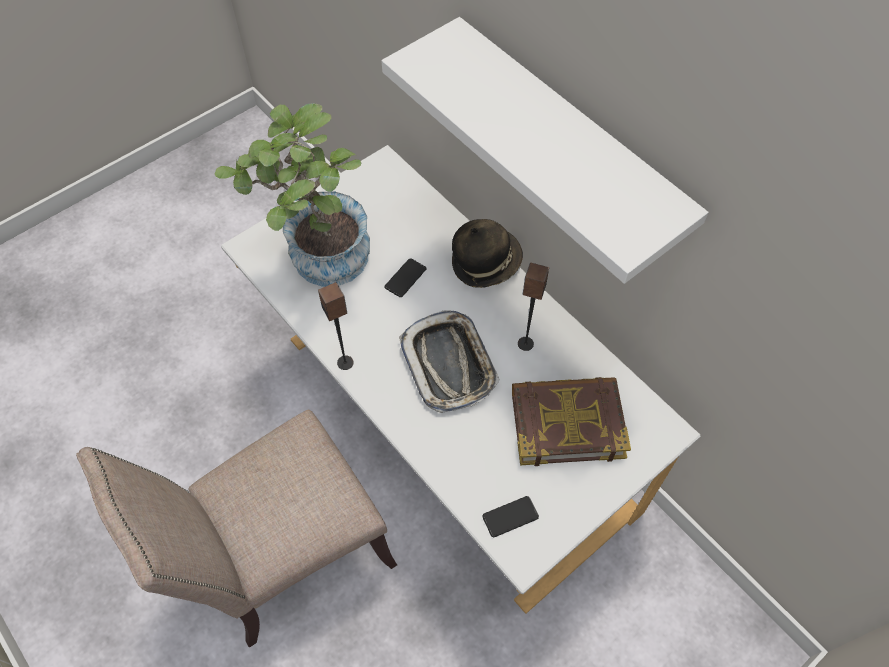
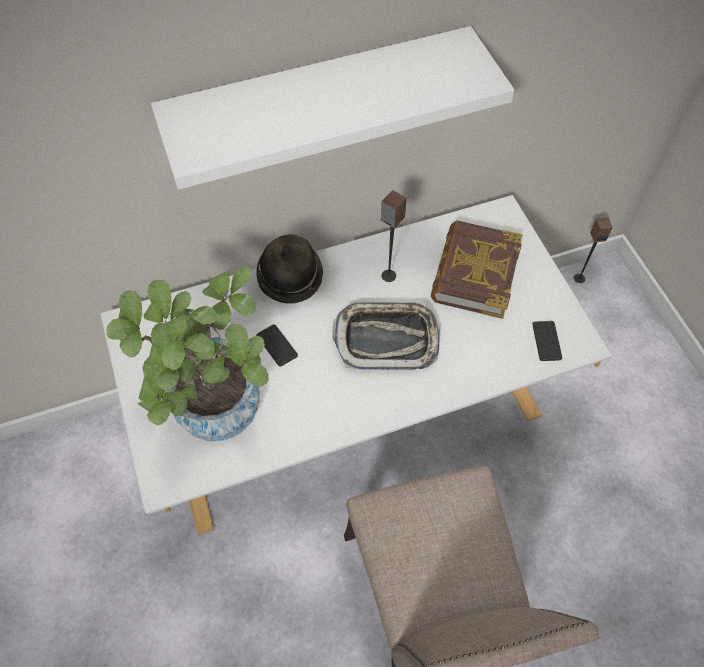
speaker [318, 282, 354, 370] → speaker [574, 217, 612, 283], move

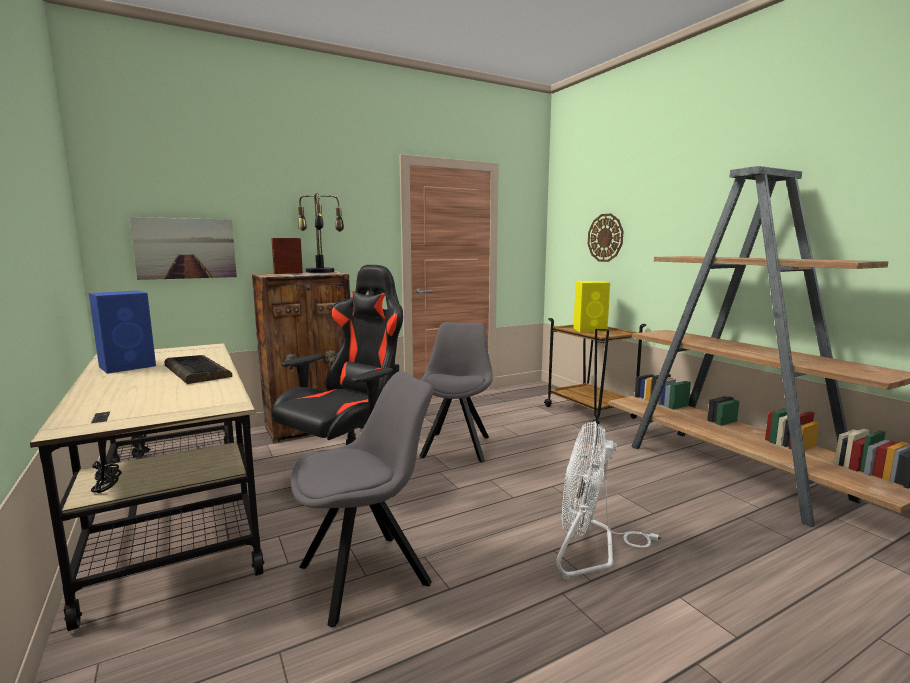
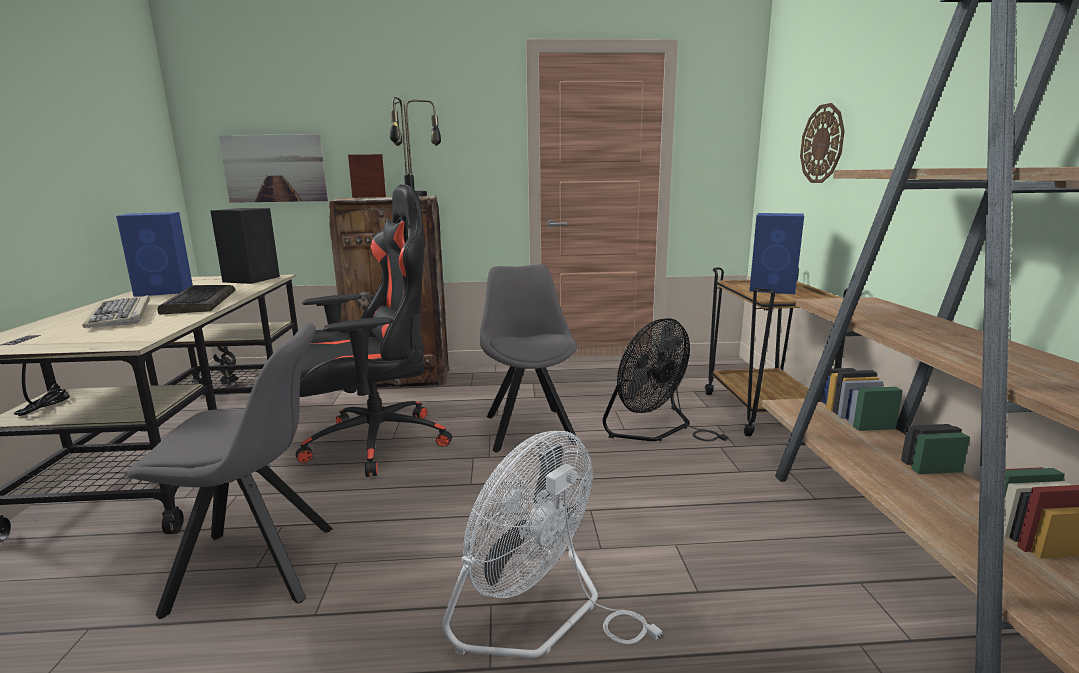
grey upright chair [419, 322, 493, 462] → grey upright chair [480, 264, 578, 452], 45 degrees counterclockwise
yellowish speaker [573, 281, 610, 332] → bluish speaker [749, 213, 804, 294]
- → keyboard [82, 295, 150, 328]
- → blackish speaker [210, 208, 280, 284]
- → blackish fan [603, 318, 729, 441]

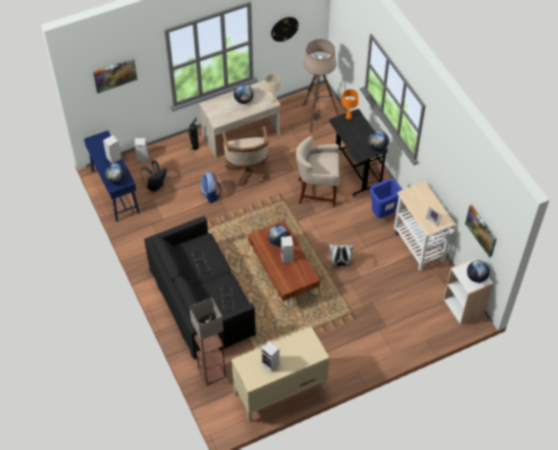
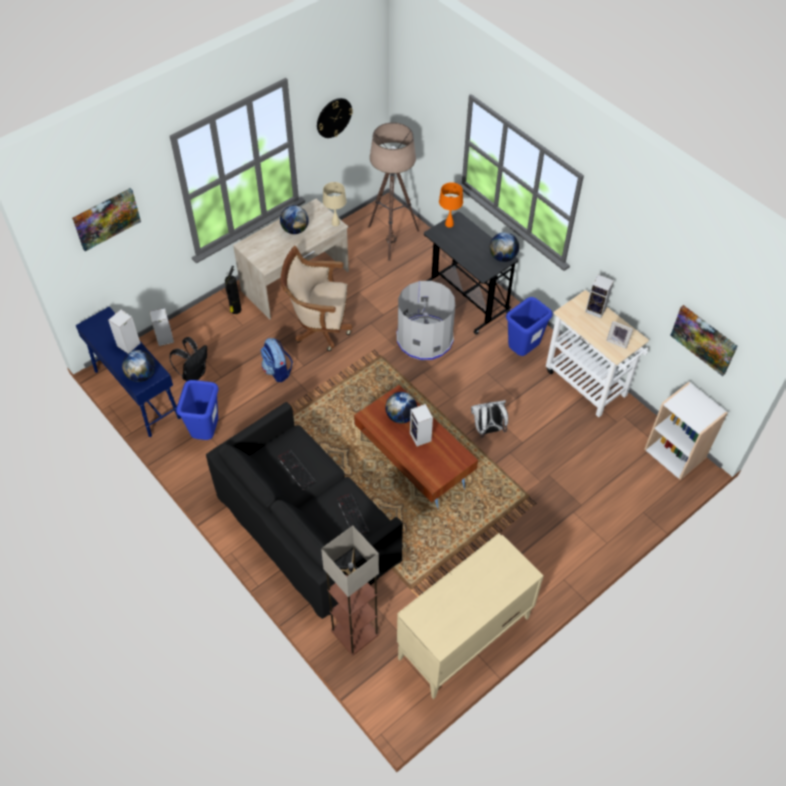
computer chair [222, 126, 269, 185] → computer chair [281, 246, 352, 351], 120 degrees clockwise
speaker [261, 341, 279, 372] → speaker [585, 275, 614, 318], move
beige sitting stool [296, 136, 339, 207] → grey rubbish bin [397, 281, 455, 360]
desk globe [467, 260, 490, 283] → -
- → bluish rubbish bin [176, 380, 219, 440]

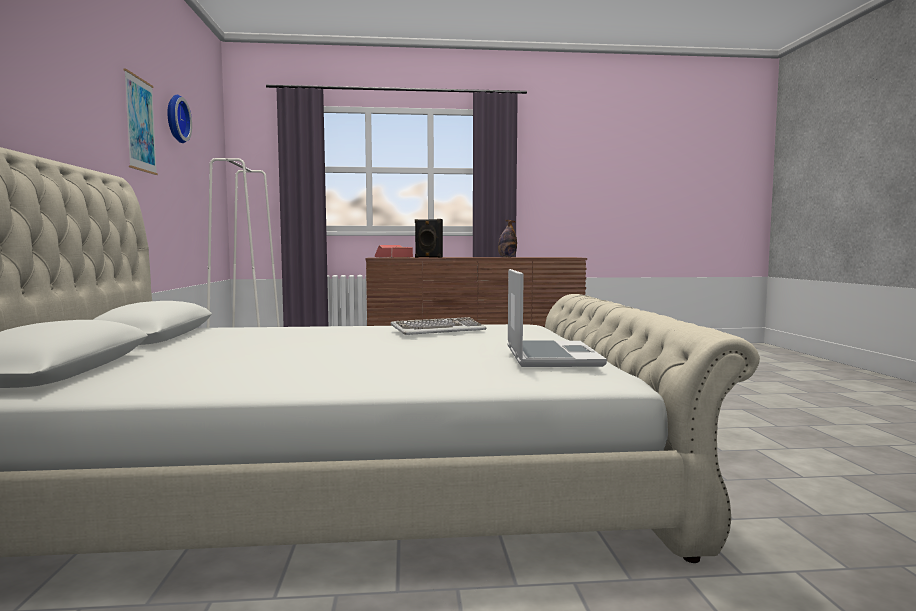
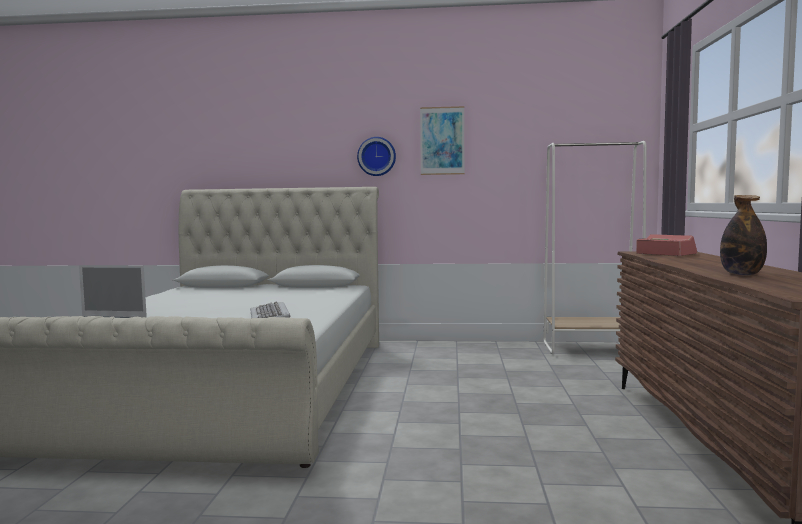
hanging clock [167, 95, 192, 143] → hanging clock [357, 137, 396, 176], move
blackish speaker [415, 219, 443, 258] → -

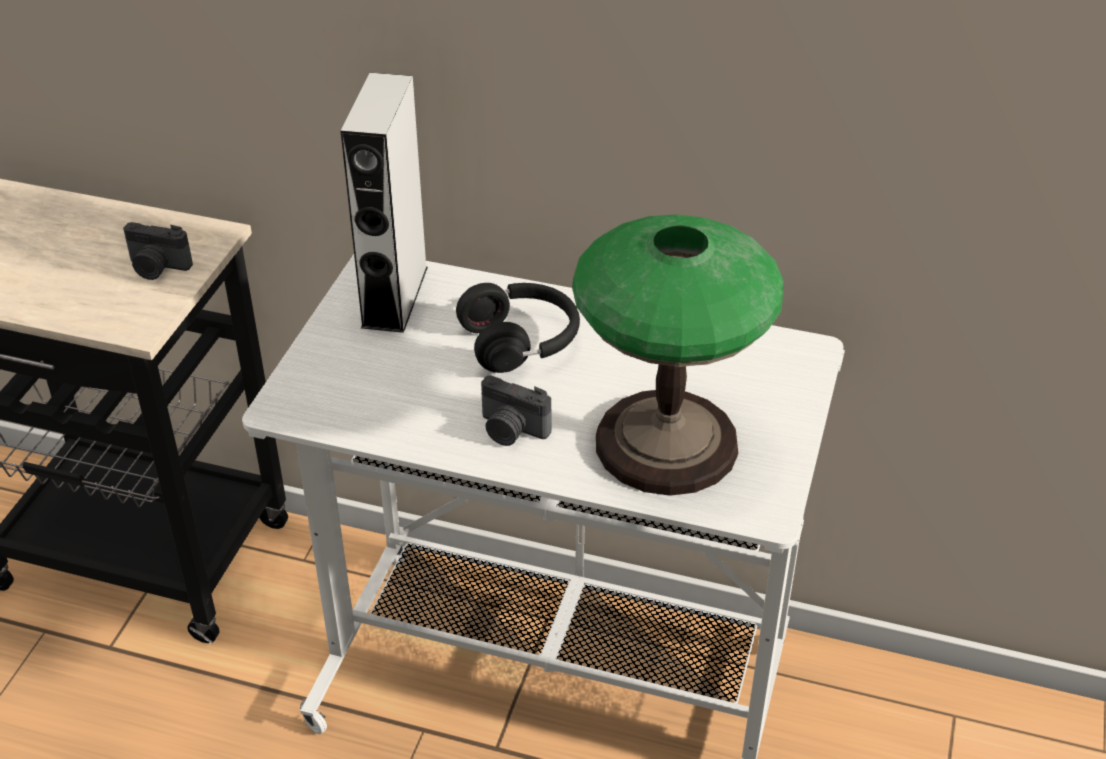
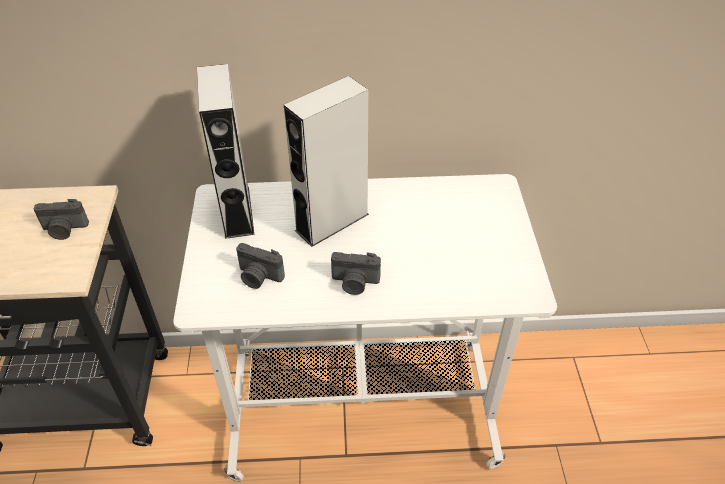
blackish pair of headphones [456, 283, 580, 373] → grey speaker [284, 76, 369, 247]
lamp for a table [572, 214, 784, 496] → -
- → still camera [236, 243, 285, 289]

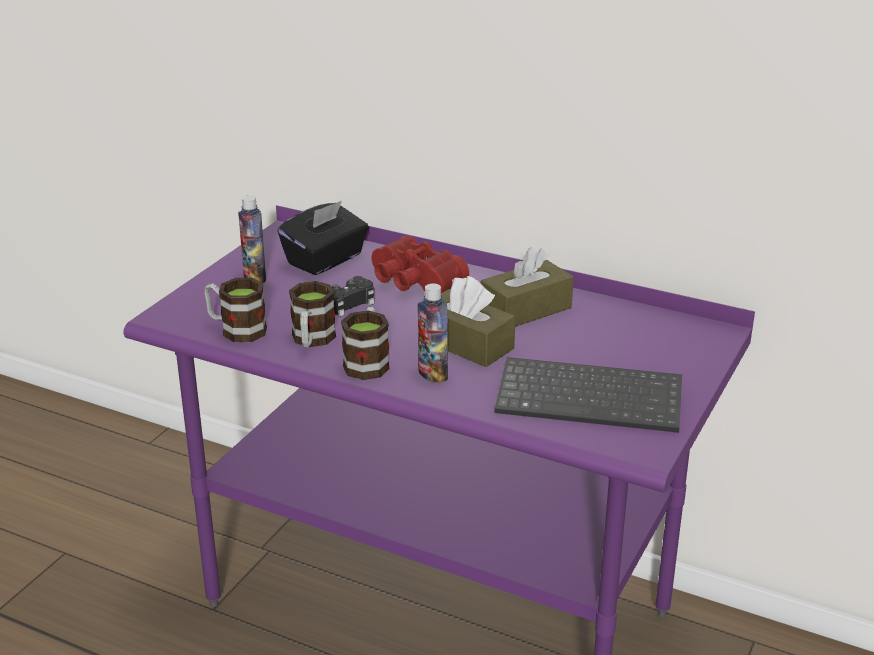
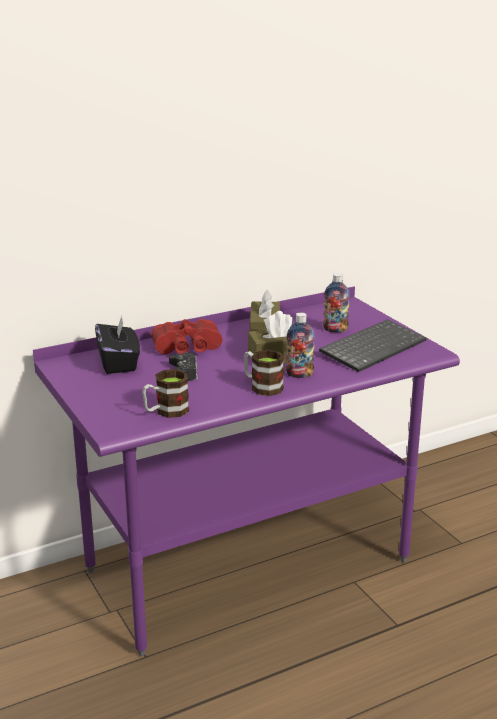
bottle [238, 195, 266, 283] → bottle [323, 273, 350, 332], move
coffee mug [289, 281, 336, 347] → -

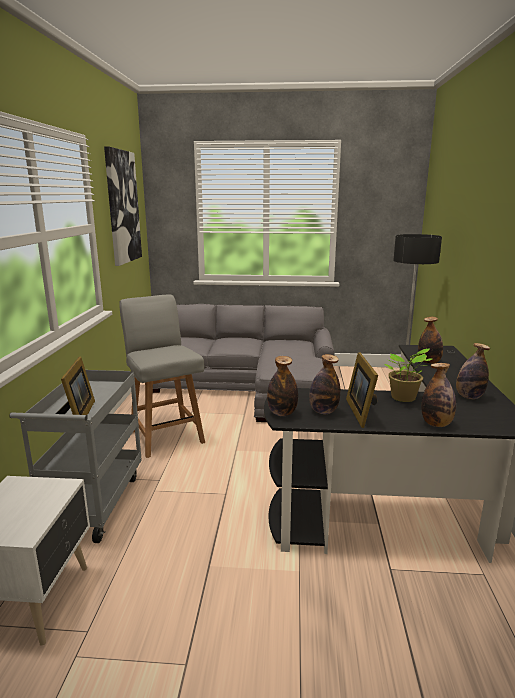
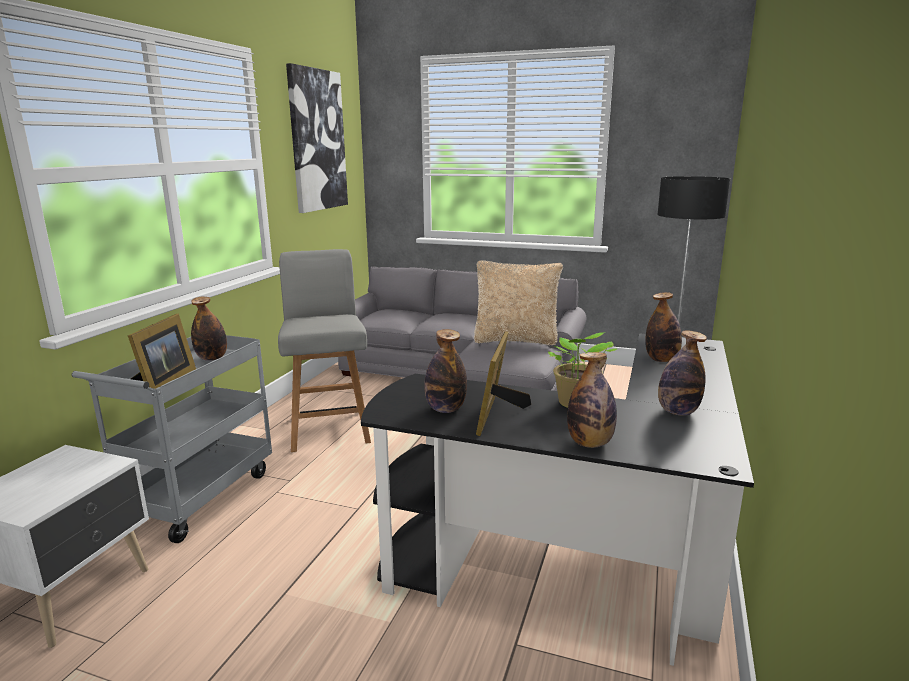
bottle [267, 356, 298, 416] → bottle [191, 297, 227, 361], move
- → beige cushion [474, 260, 563, 346]

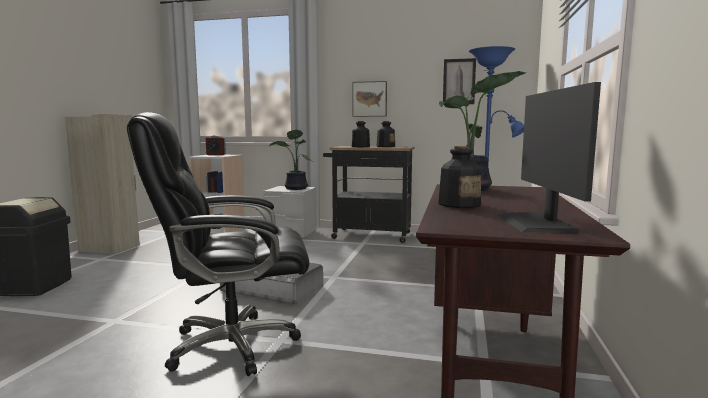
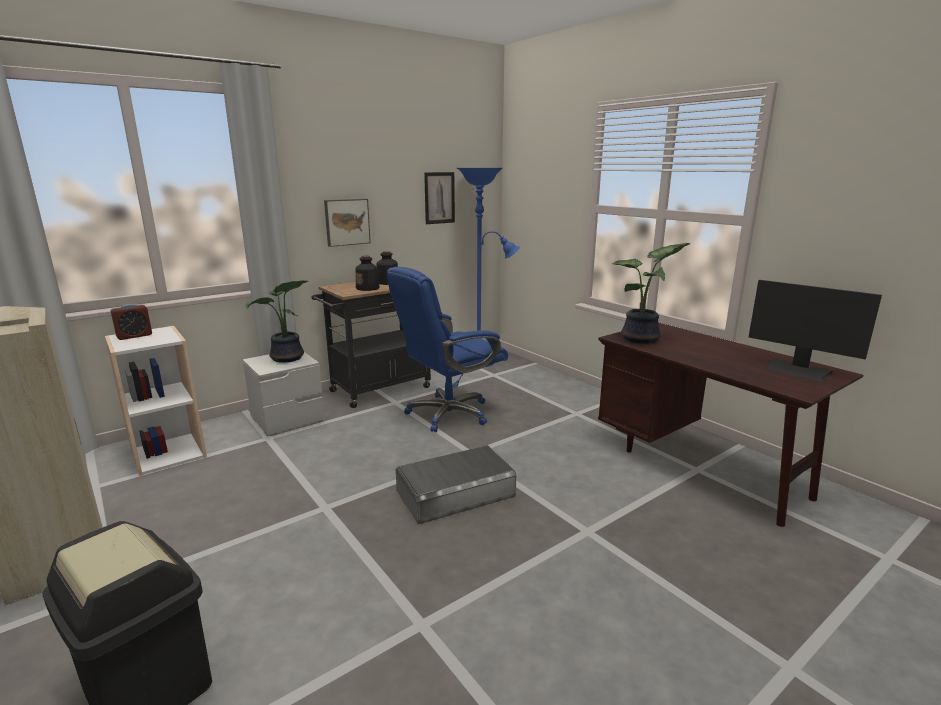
blackish computer chair [127, 112, 309, 376] → -
bottle [438, 146, 481, 208] → -
- → bluish computer chair [387, 267, 508, 432]

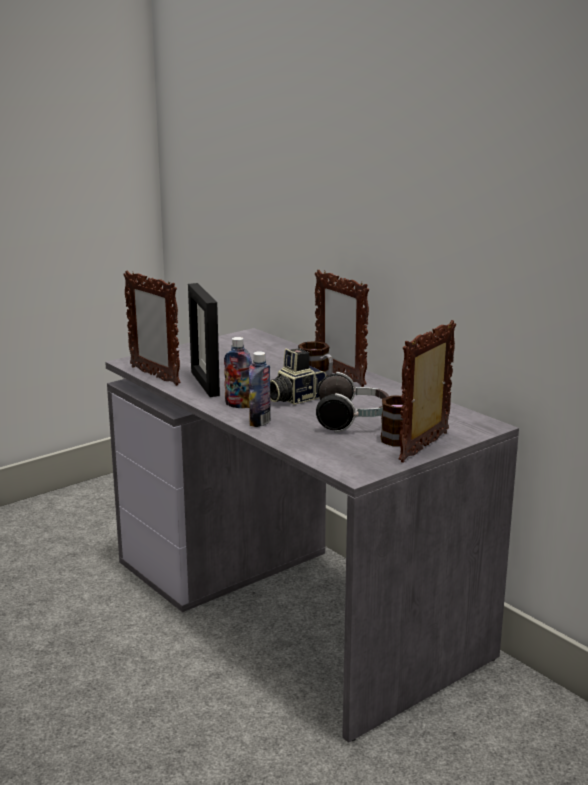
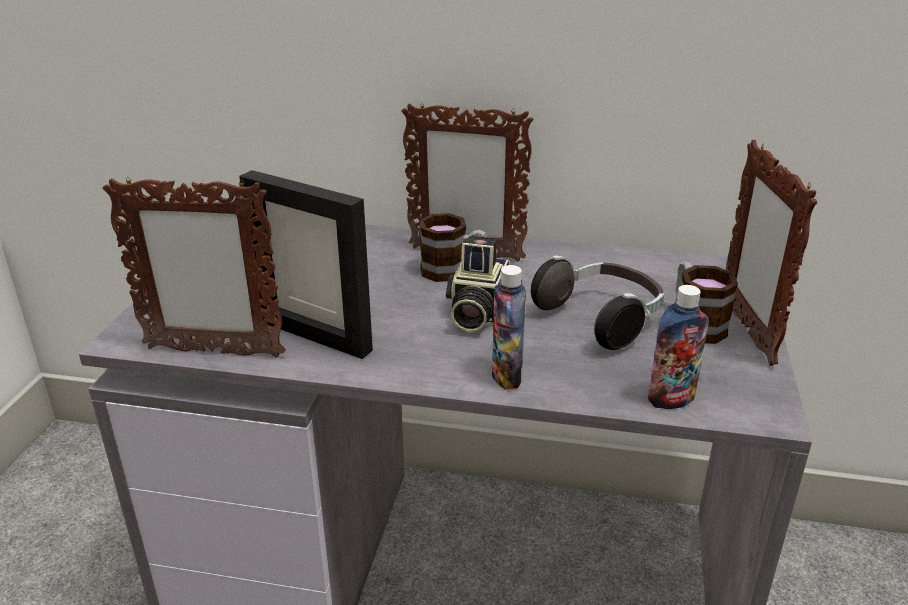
bottle [224, 337, 252, 408] → bottle [648, 285, 709, 409], move

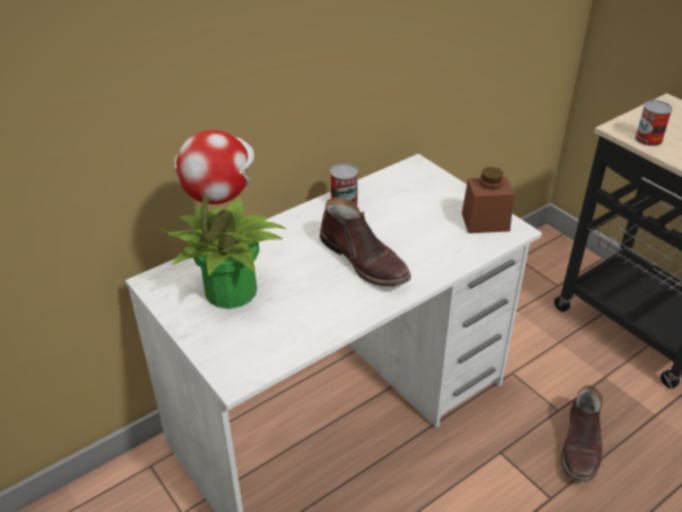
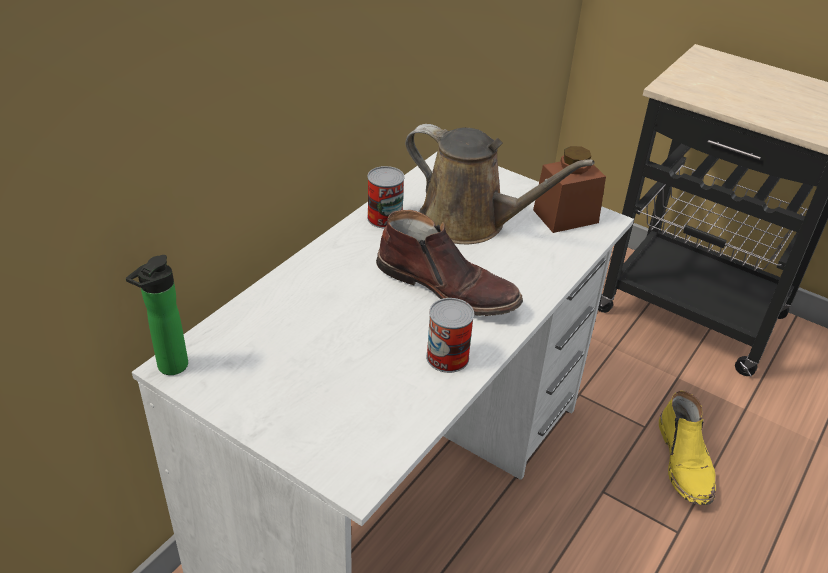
houseplant [162, 130, 286, 309] → -
brown-coloured high-top boot [561, 385, 603, 482] → yellowish high-top boot [659, 391, 716, 505]
can [635, 100, 673, 146] → can [426, 298, 474, 373], move
- → bottle [126, 255, 188, 375]
- → brown-coloured sprinkling can [405, 124, 595, 245]

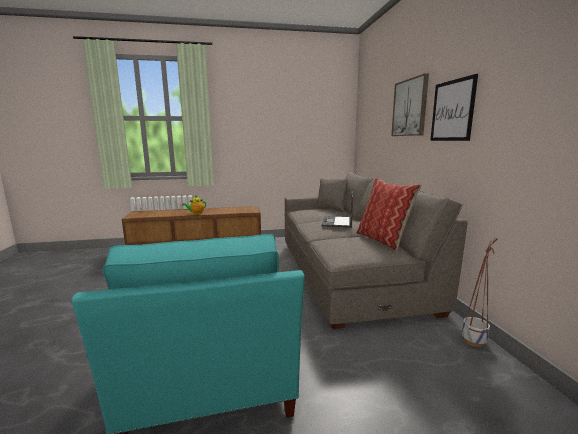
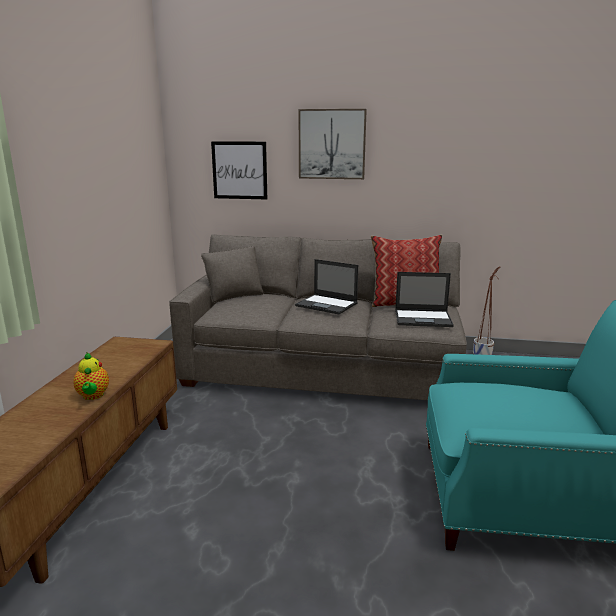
picture [430, 74, 478, 141] → picture [211, 141, 267, 199], move
- → portable computer [395, 272, 454, 327]

